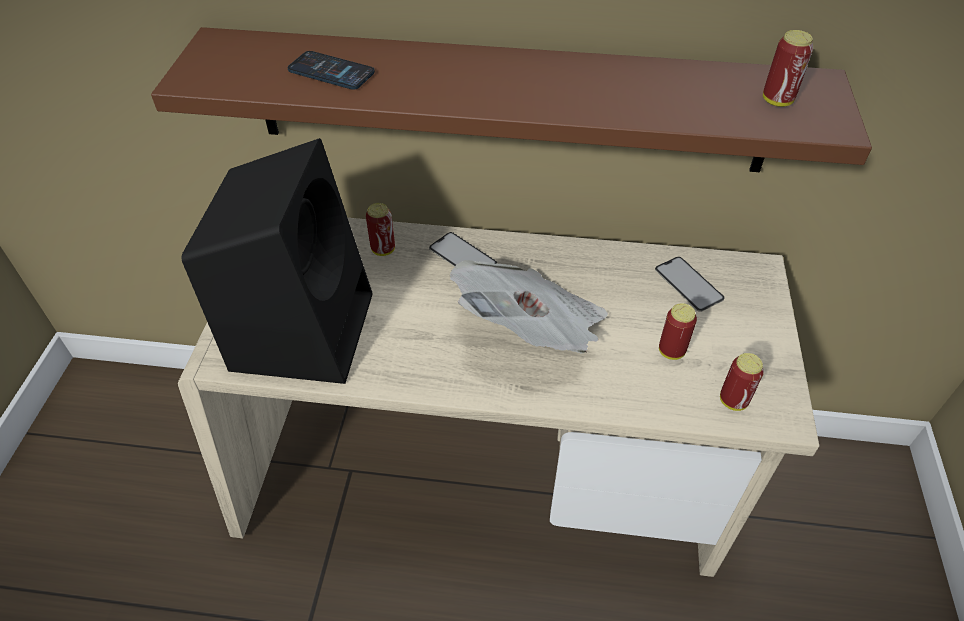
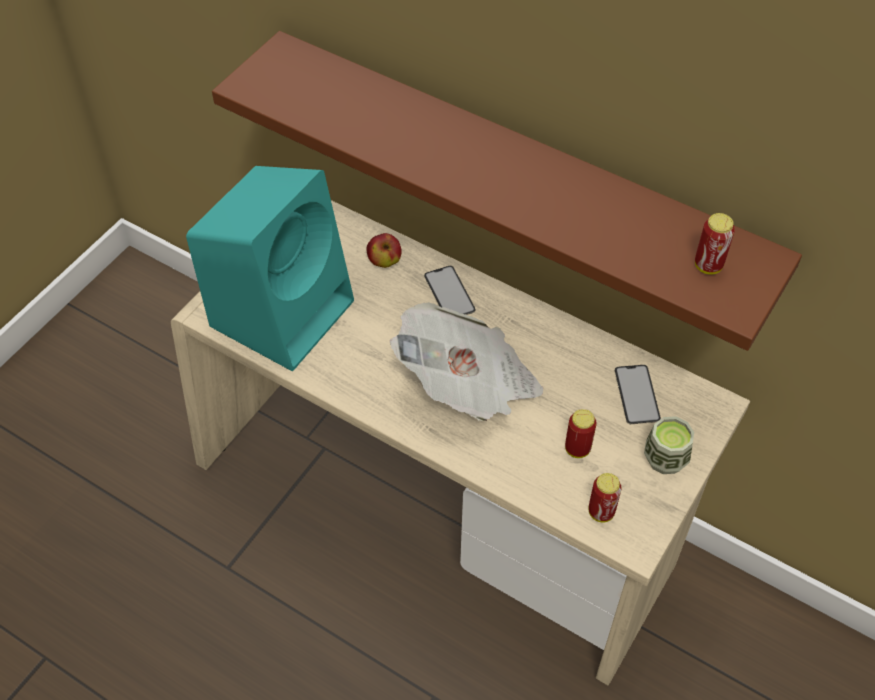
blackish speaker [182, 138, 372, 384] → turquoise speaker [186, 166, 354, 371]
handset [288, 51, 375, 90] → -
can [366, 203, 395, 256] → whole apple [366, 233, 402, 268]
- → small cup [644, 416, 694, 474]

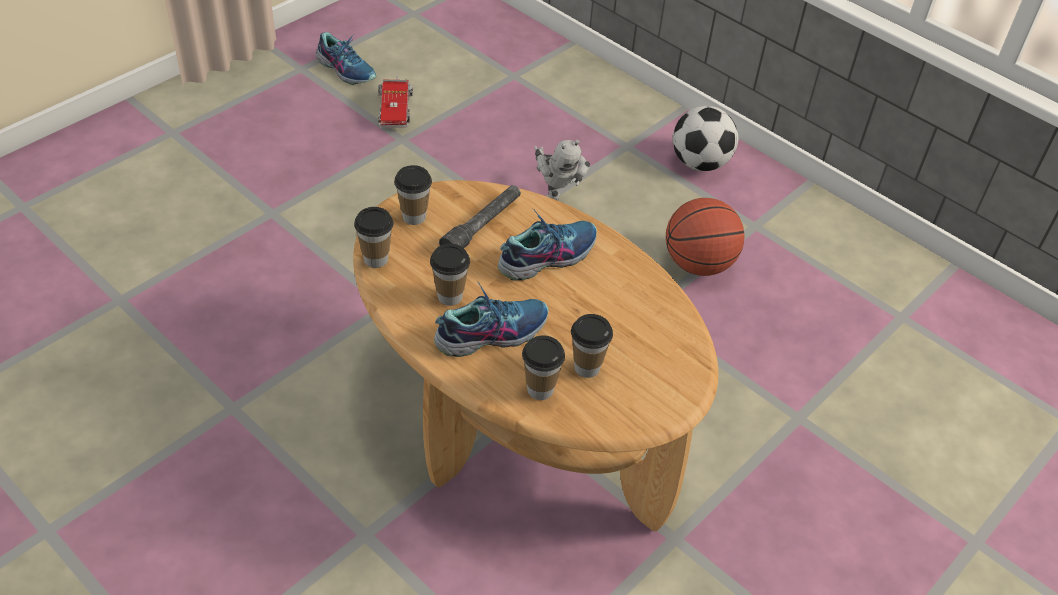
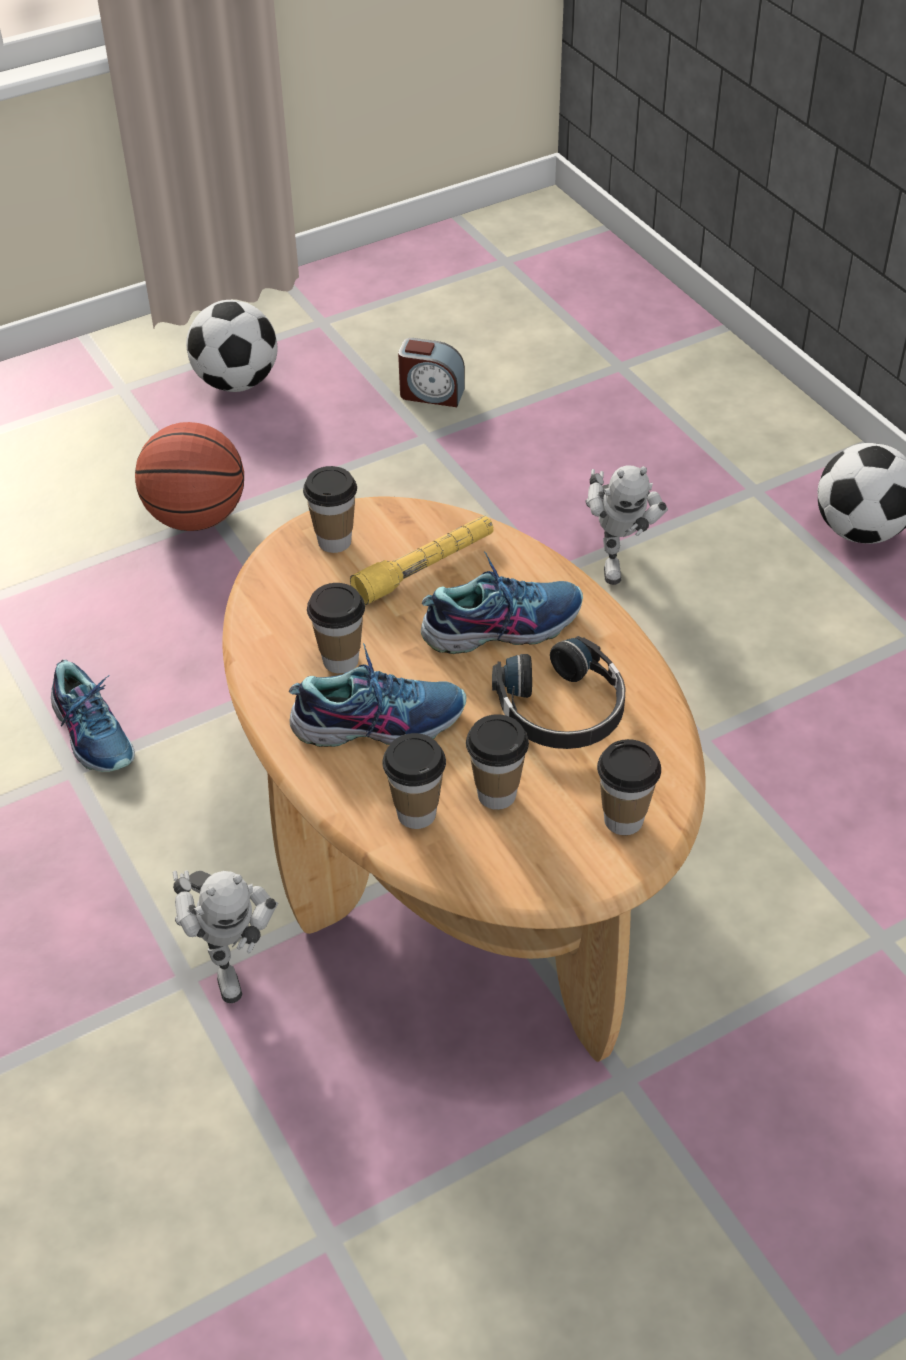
low shoe [316, 32, 376, 85] → low shoe [51, 659, 135, 772], move
small cup [354, 207, 394, 268] → small cup [597, 739, 661, 835], move
toy truck [378, 76, 413, 128] → alarm clock [398, 338, 465, 407]
grey torch [439, 185, 521, 248] → yellowish torch [350, 515, 493, 605]
basketball [666, 198, 745, 276] → basketball [135, 422, 244, 531], move
- → toy robot [173, 870, 278, 1003]
- → football [186, 300, 278, 392]
- → blackish pair of headphones [492, 636, 625, 749]

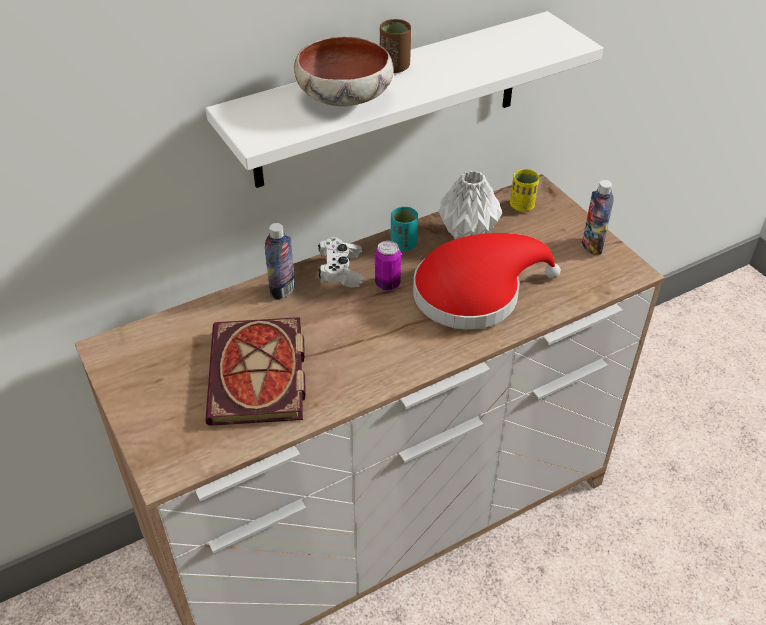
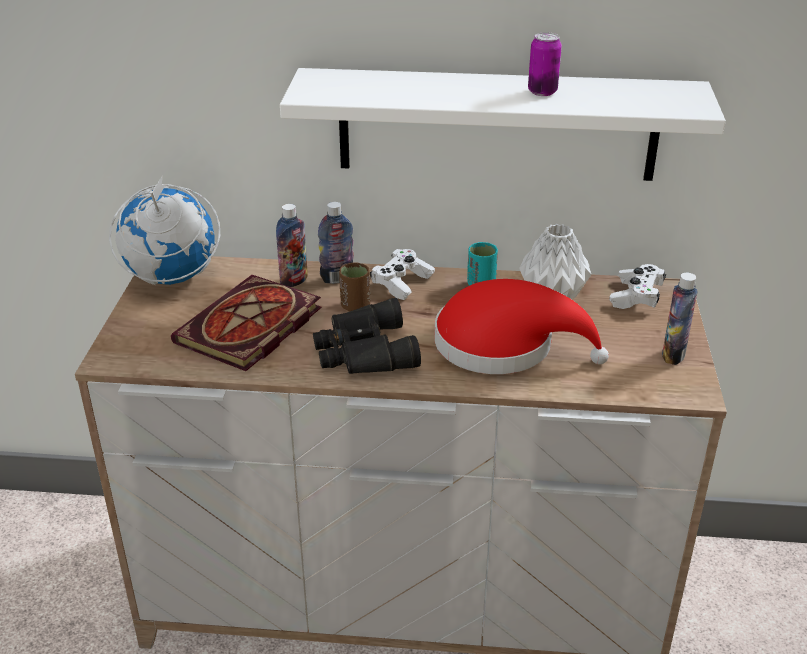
deep dish [294, 36, 394, 106] → -
can [375, 241, 401, 291] → can [528, 32, 562, 96], move
brown-coloured small cup [380, 19, 411, 73] → brown-coloured small cup [339, 262, 370, 312], move
yellowish small cup [510, 169, 539, 212] → white joypad [609, 264, 666, 309]
- → desk globe [109, 175, 220, 285]
- → bottle [276, 204, 308, 287]
- → blackish field glasses [313, 298, 421, 374]

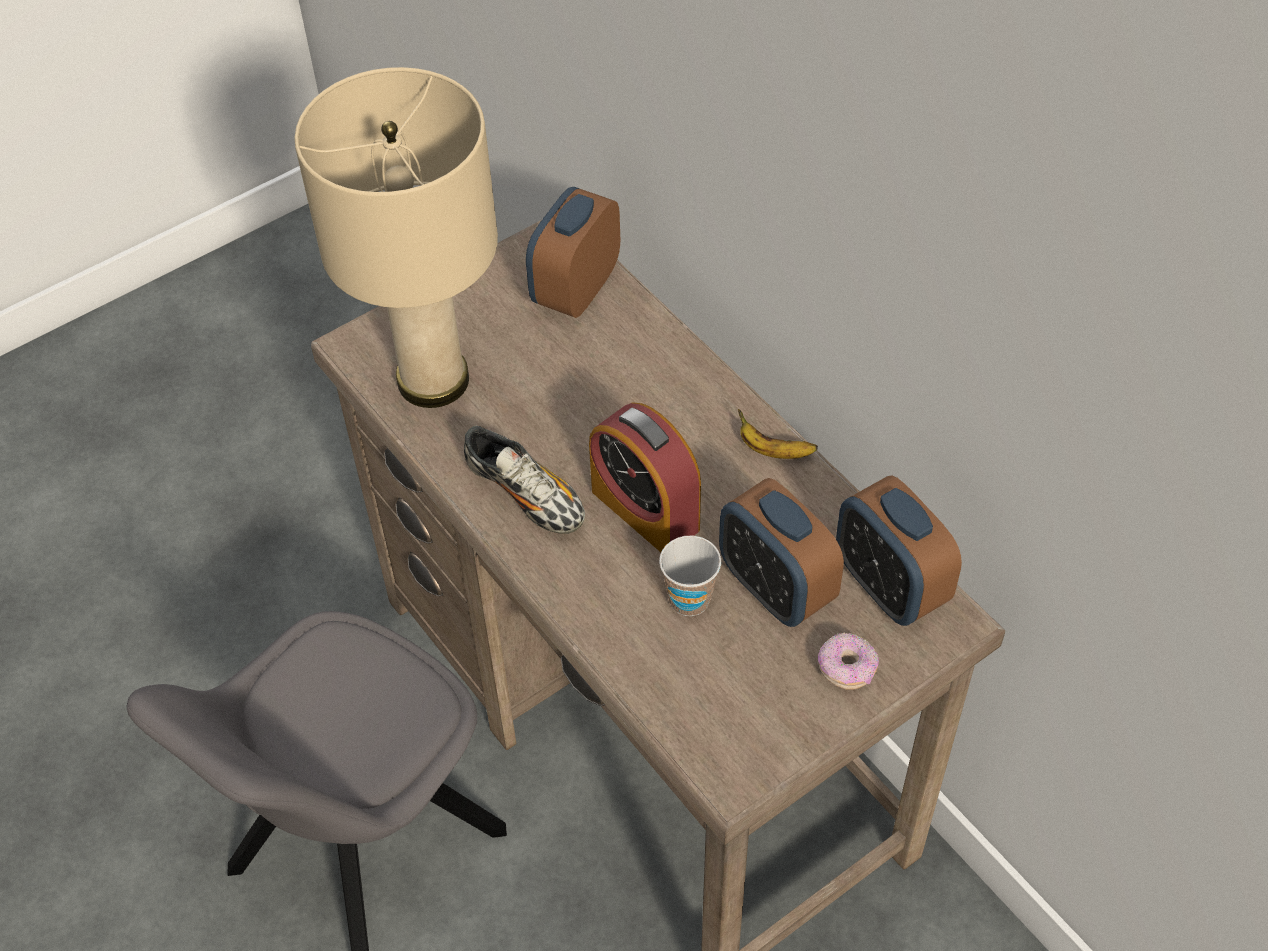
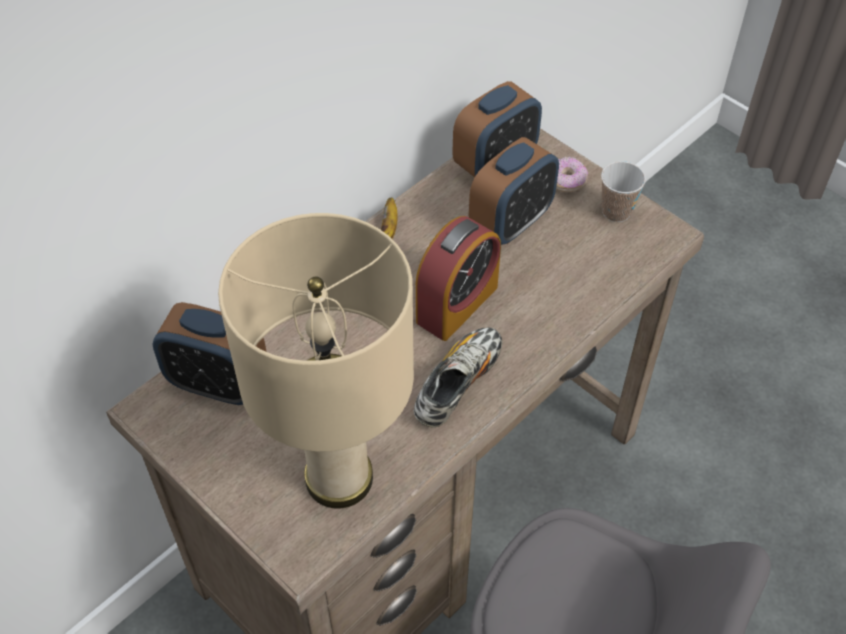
small cup [659, 536, 721, 616] → small cup [601, 161, 646, 222], move

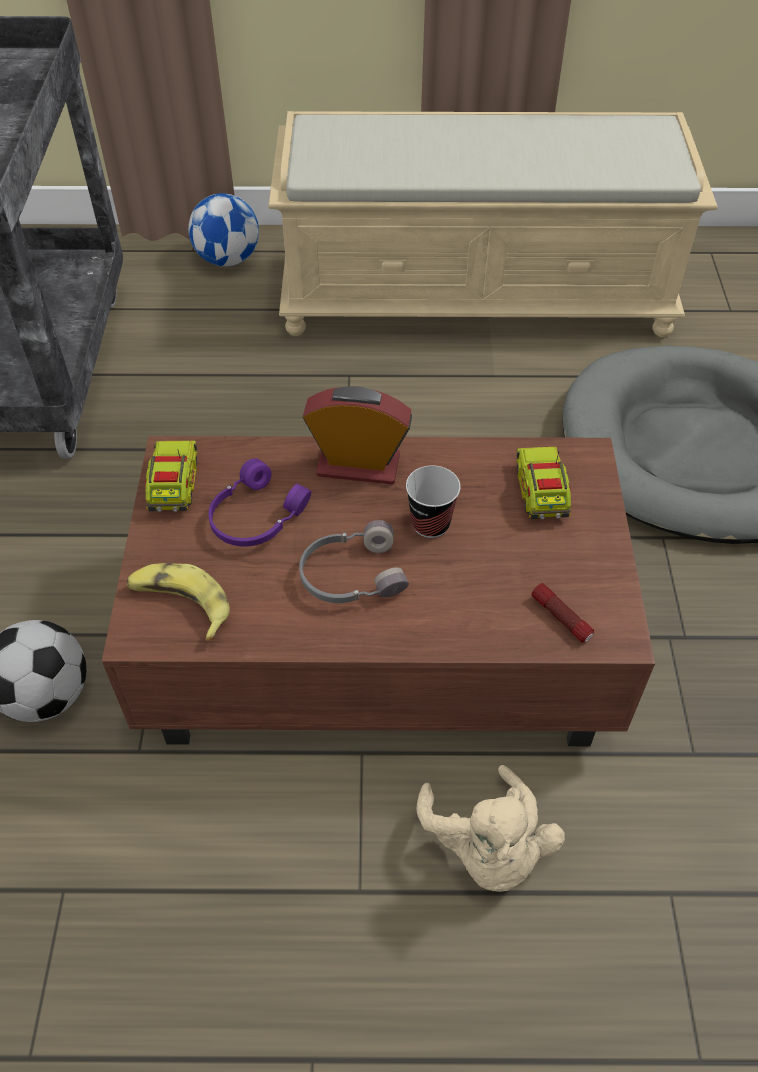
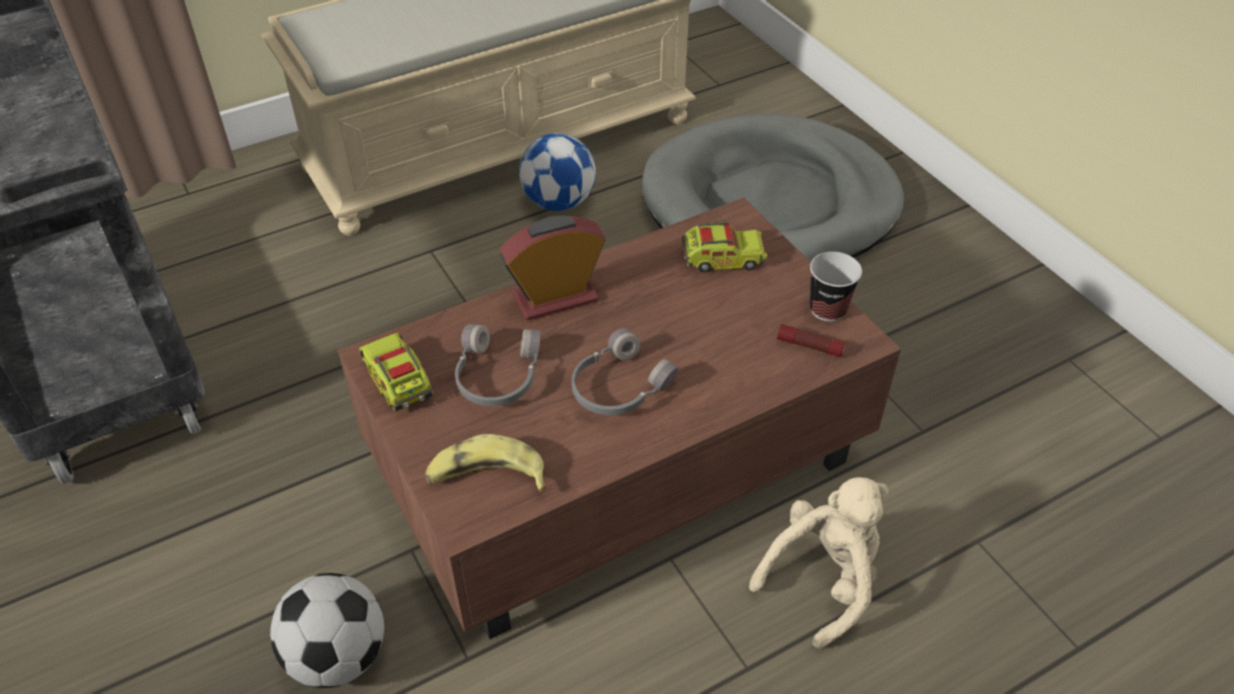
football [188, 193, 259, 267] → football [519, 133, 596, 211], move
purplish pair of headphones [208, 458, 311, 547] → grey pair of headphones [455, 324, 540, 406]
small cup [406, 465, 460, 538] → small cup [810, 252, 862, 322], move
beige plush toy [417, 765, 565, 892] → beige plush toy [749, 477, 889, 649], 90 degrees counterclockwise
toy truck [516, 447, 571, 519] → toy truck [682, 221, 767, 272], 120 degrees clockwise

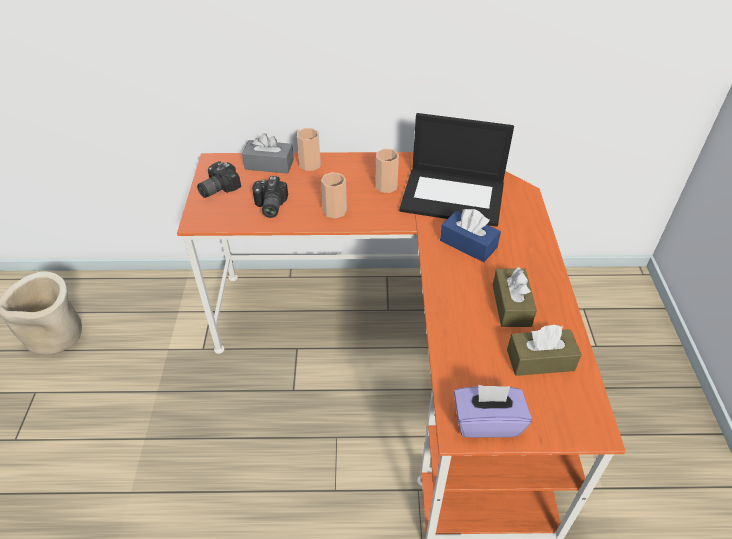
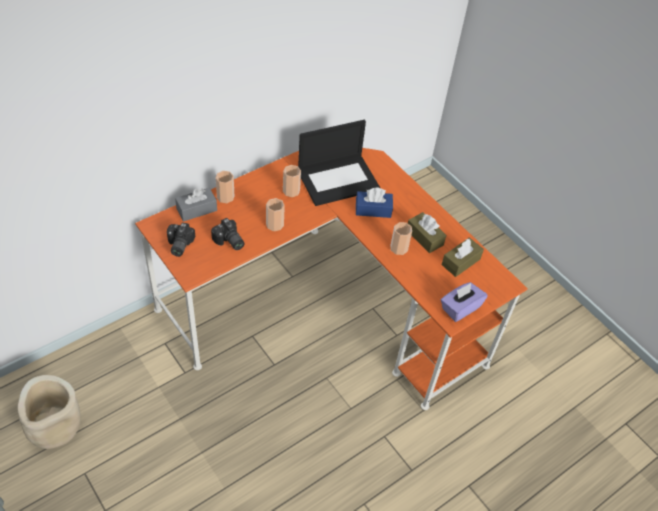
- → small cup [391, 222, 412, 255]

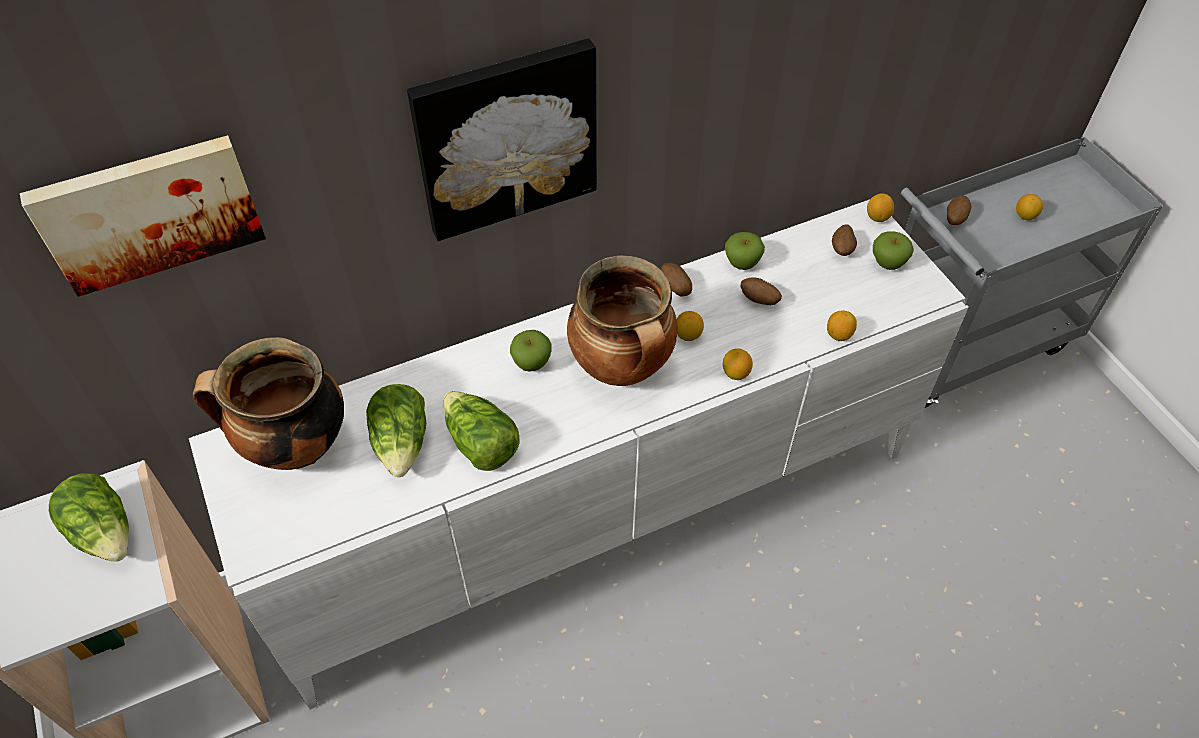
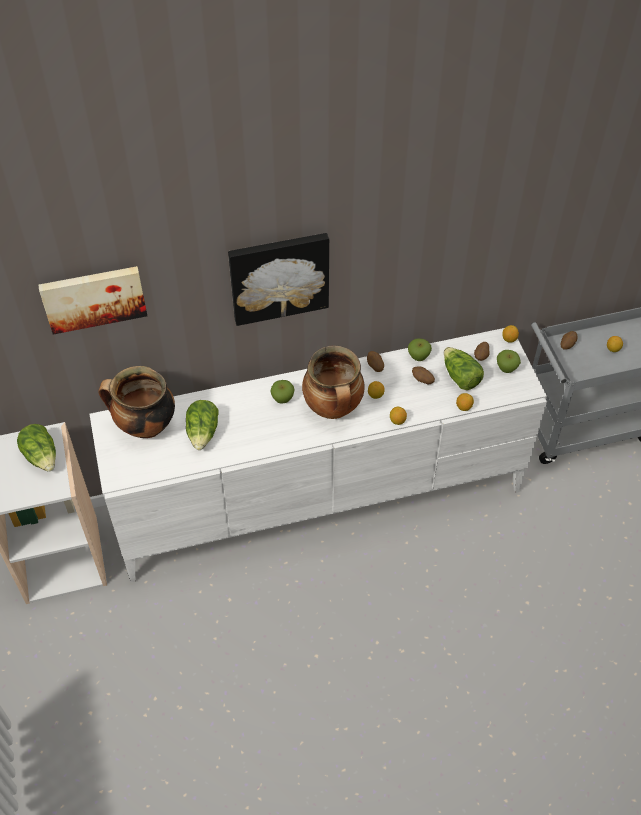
head of lettuce [443, 391, 520, 471] → head of lettuce [444, 347, 484, 390], move

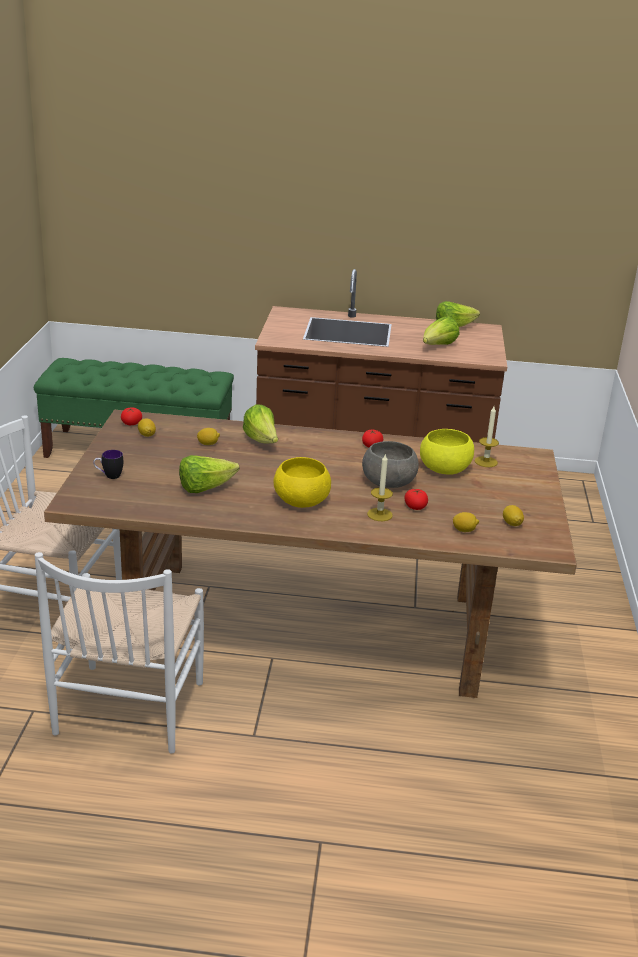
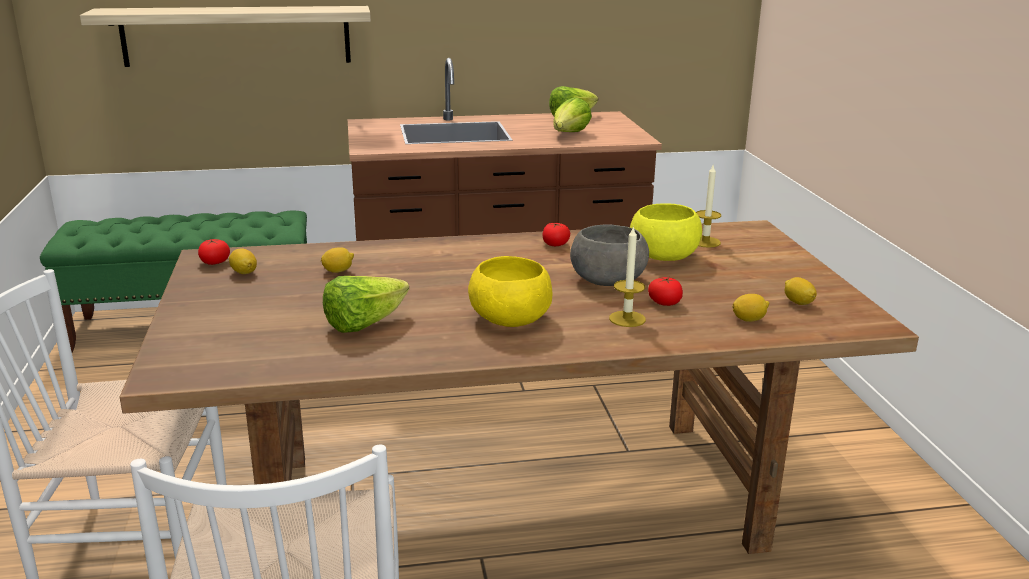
coffee mug [93, 450, 123, 479] → -
head of lettuce [243, 404, 278, 443] → -
- → bracket shelf [80, 6, 371, 67]

